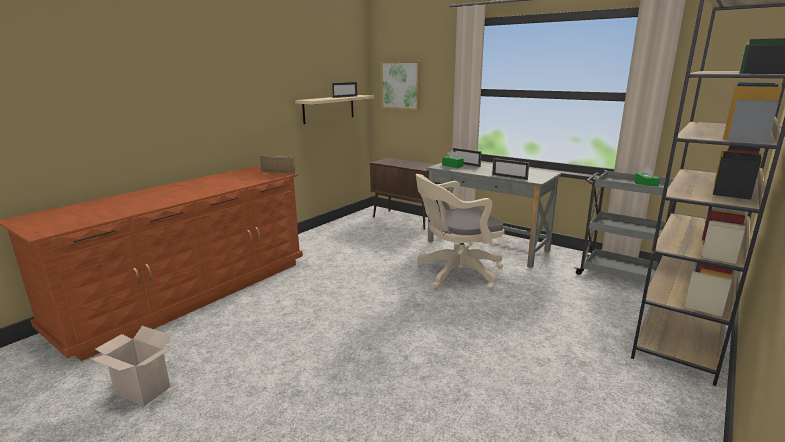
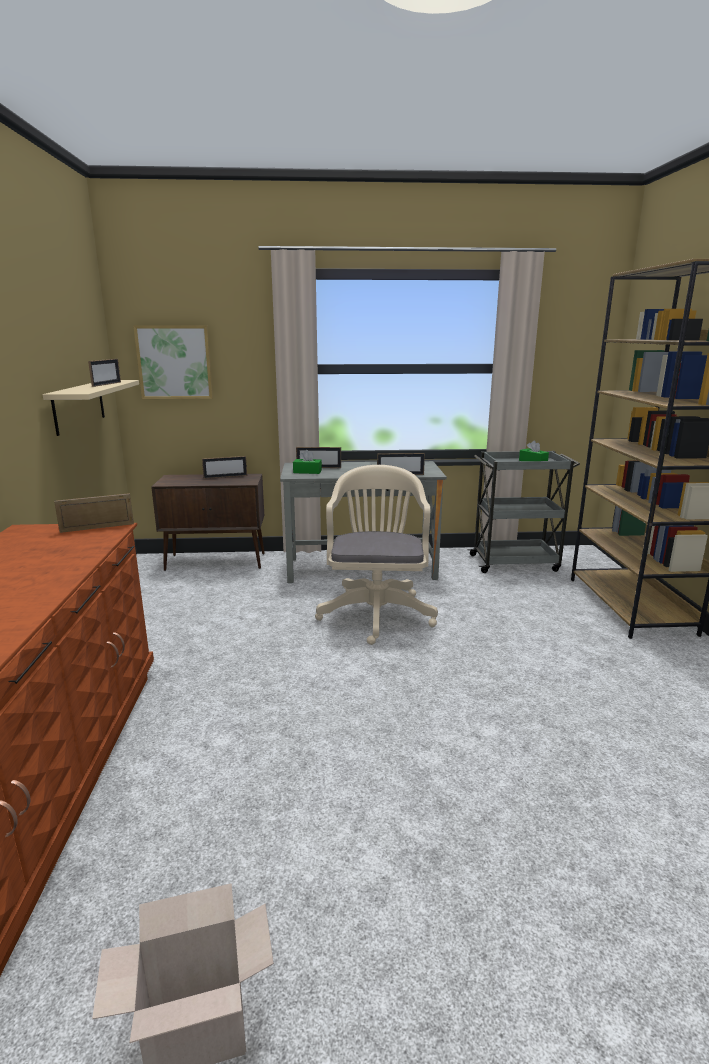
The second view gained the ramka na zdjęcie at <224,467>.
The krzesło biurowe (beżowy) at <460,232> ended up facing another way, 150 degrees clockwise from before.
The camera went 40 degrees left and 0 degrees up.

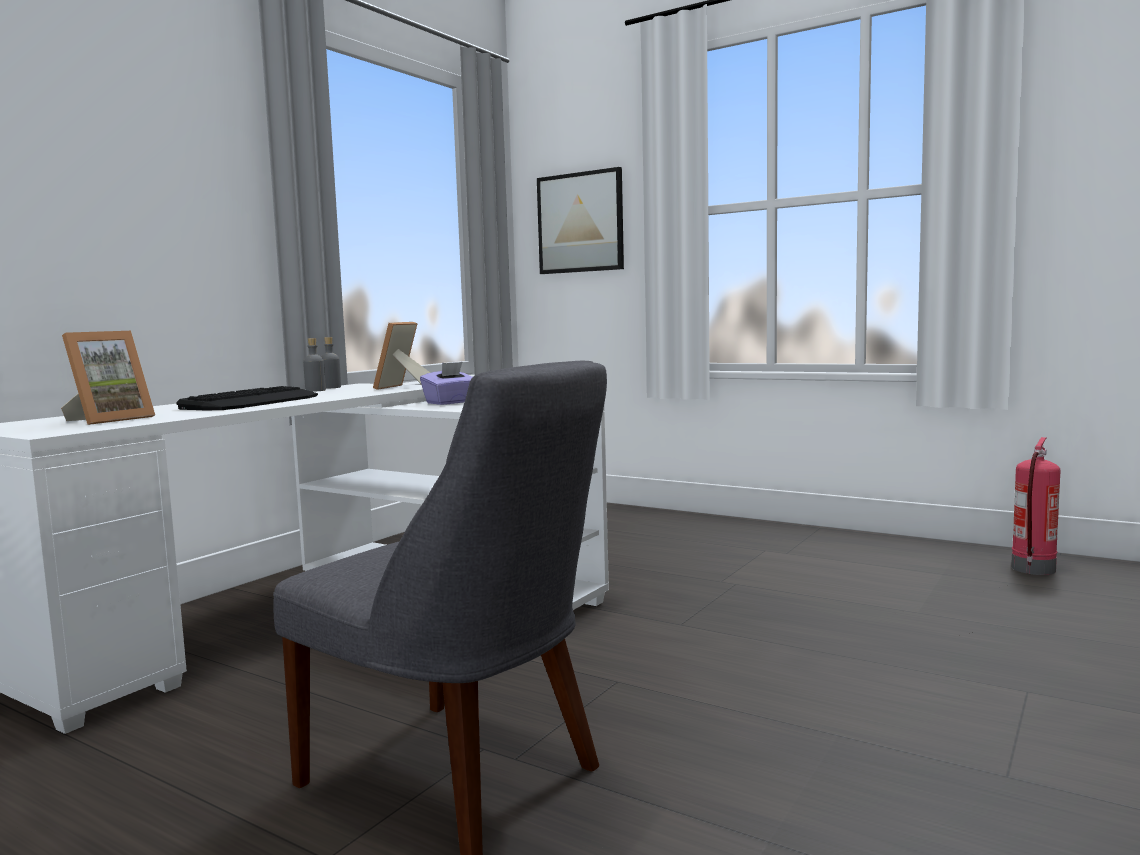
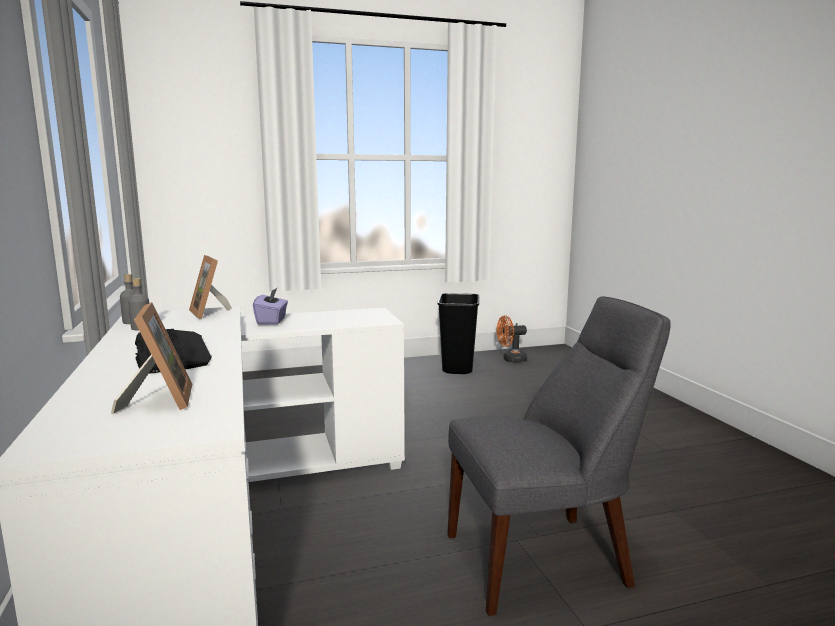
The second view gained the kosz na śmieci (czarny) at <458,333>.
Where the gaśnica stood at <1036,506>, the wentylator (pomarańczowy) came to stand at <511,339>.
The second view lost the obraz at <580,220>.
The camera went 50 degrees left and 5 degrees up.

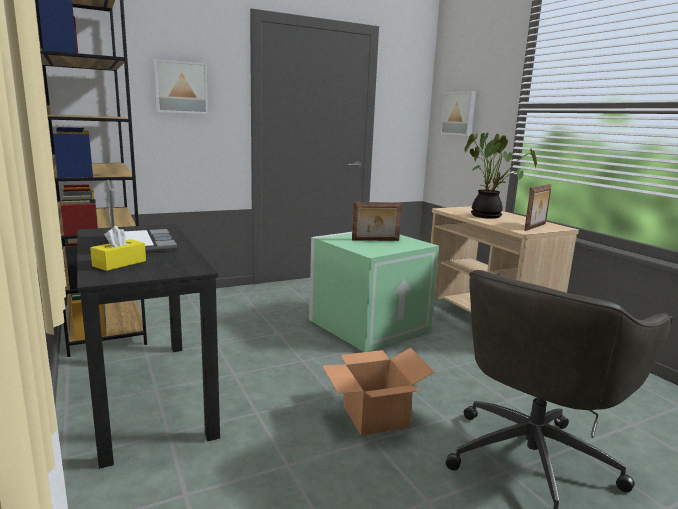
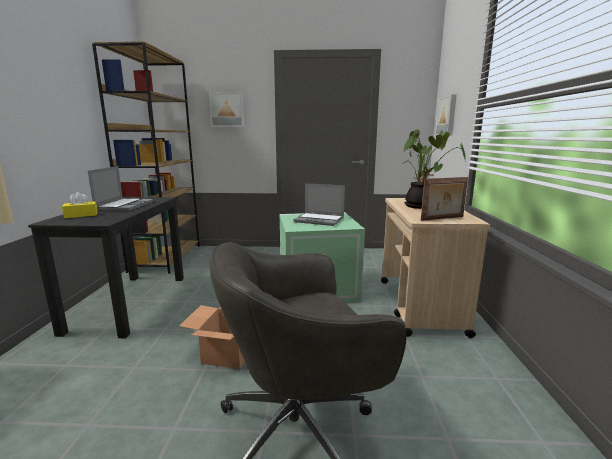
Where the ramka na zdjęcie stood at <377,221>, the laptop came to stand at <319,204>.
The camera went 30 degrees right and 0 degrees up.

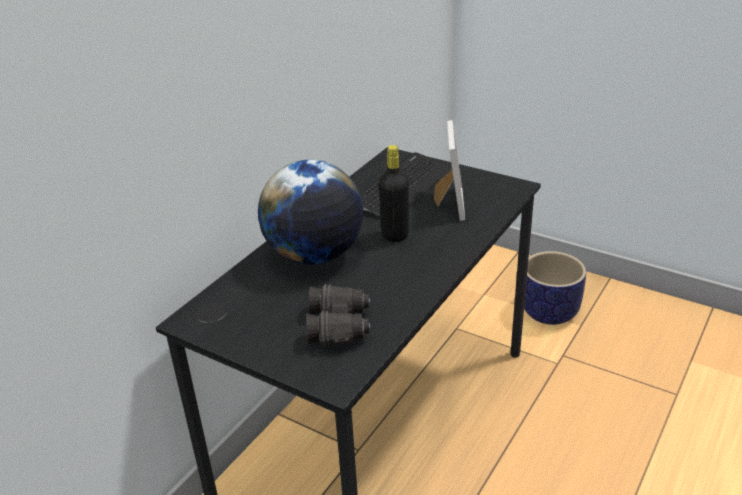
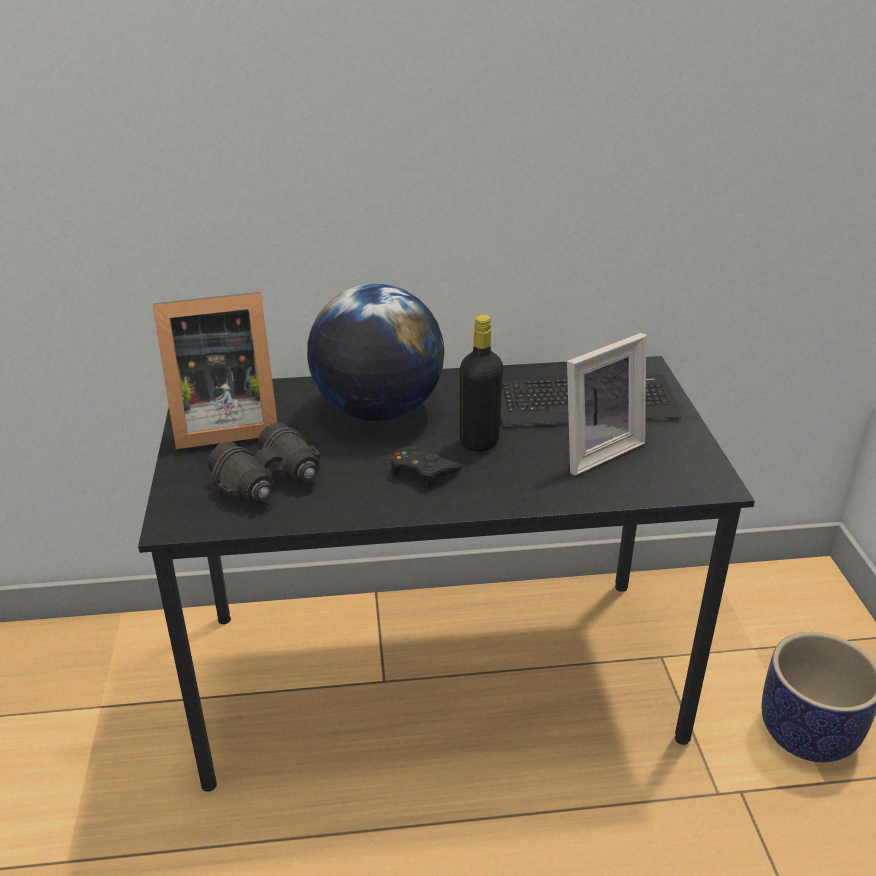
The second view gained the ramka na zdjęcie at <215,370>.
The second view gained the pad do gier (czarny) at <426,467>.
The camera went 50 degrees right and 0 degrees up.

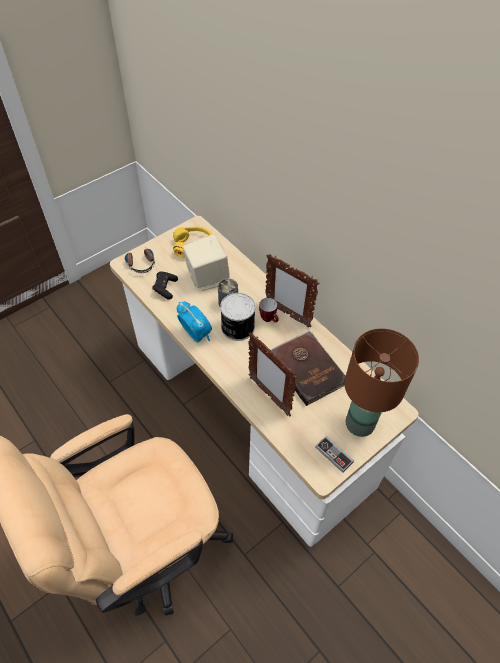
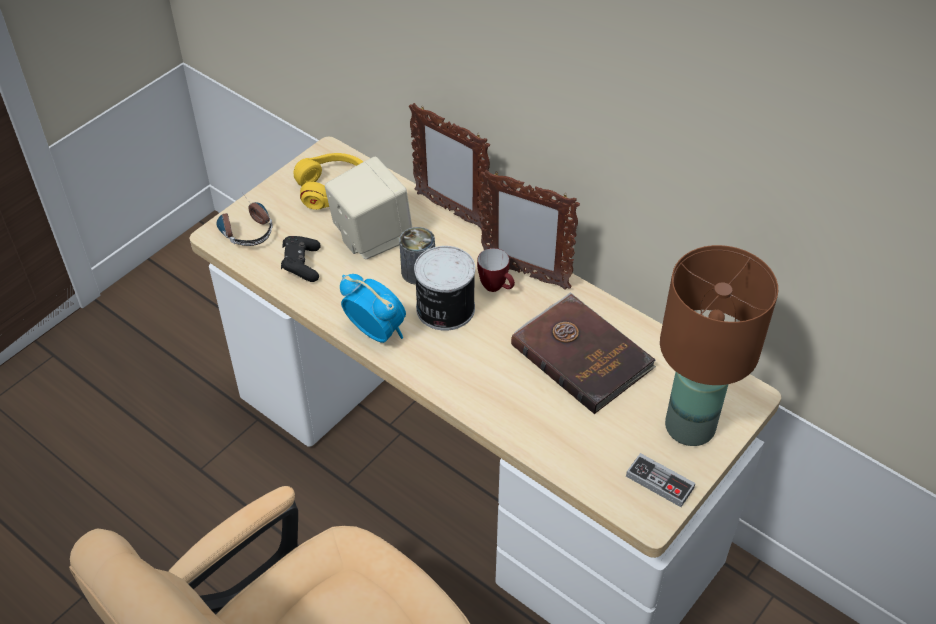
The ramka na zdjęcie ended up elsewhere, having gone from <272,374> to <449,165>.
The camera went 10 degrees left and 5 degrees down.

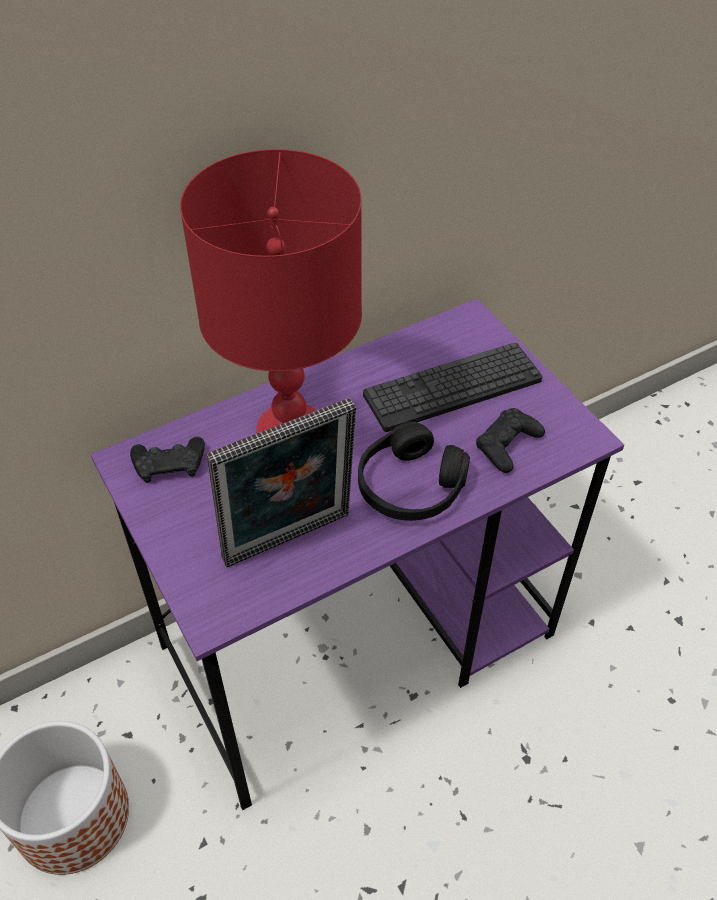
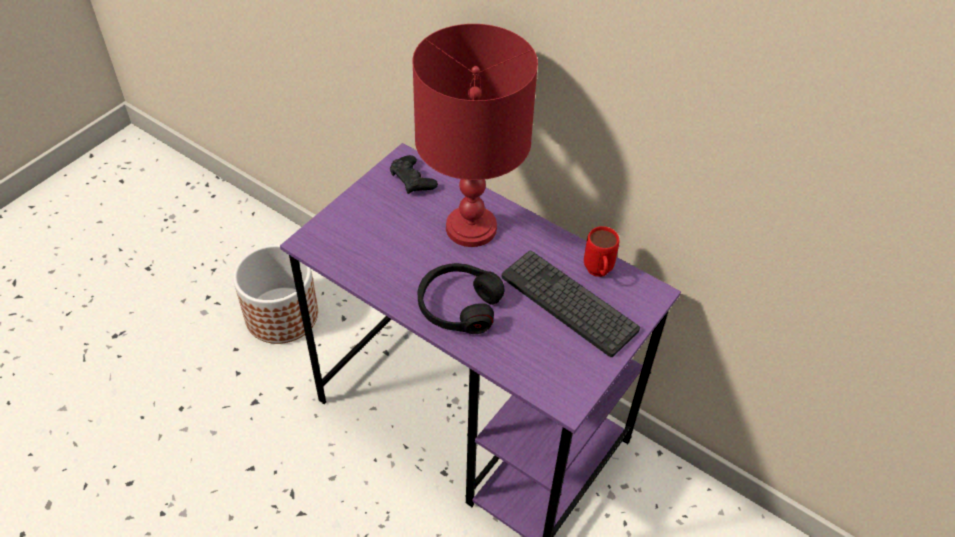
The second view gained the kubek (czerwony) at <601,251>.
The second view lost the ramka na zdjęcie at <281,482>.
The second view lost the pad do gier (czarny) at <510,440>.
The camera went 65 degrees right and 0 degrees up.

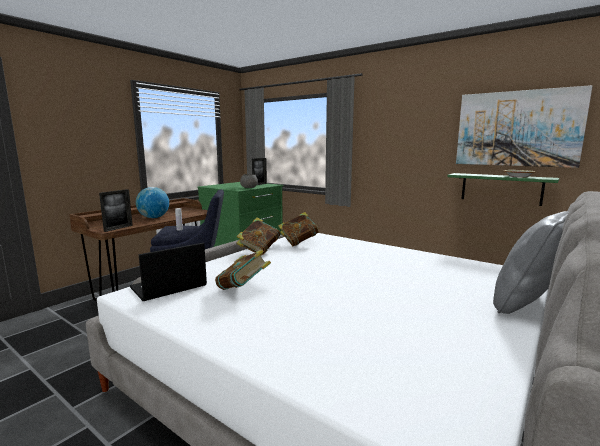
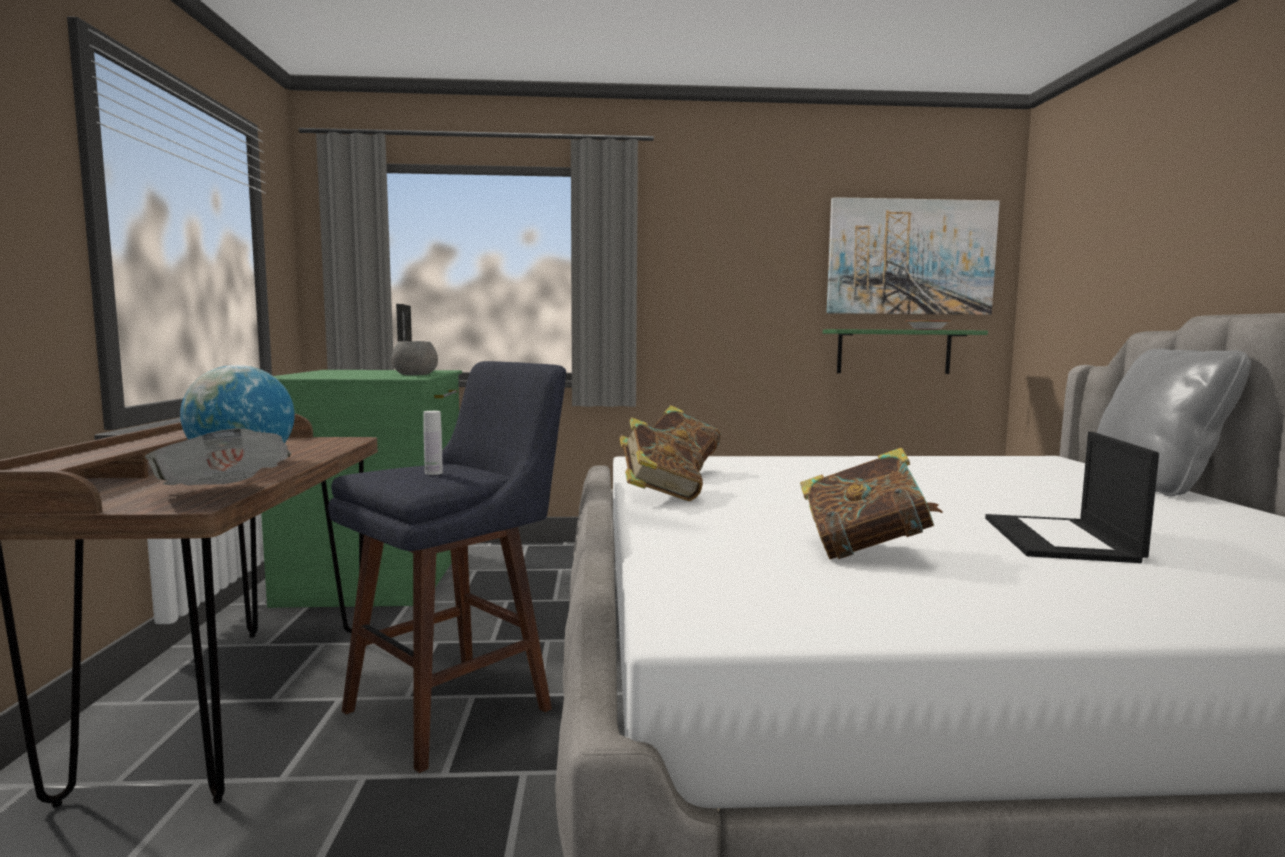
Where the ramka na zdjęcie stood at <116,210>, the gazeta came to stand at <218,457>.
The laptop ended up elsewhere, having gone from <168,272> to <1072,497>.
The camera went 40 degrees left and 5 degrees down.

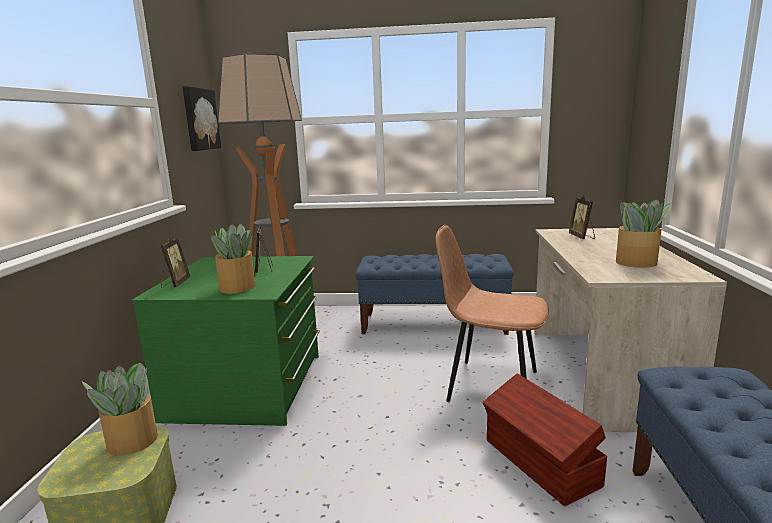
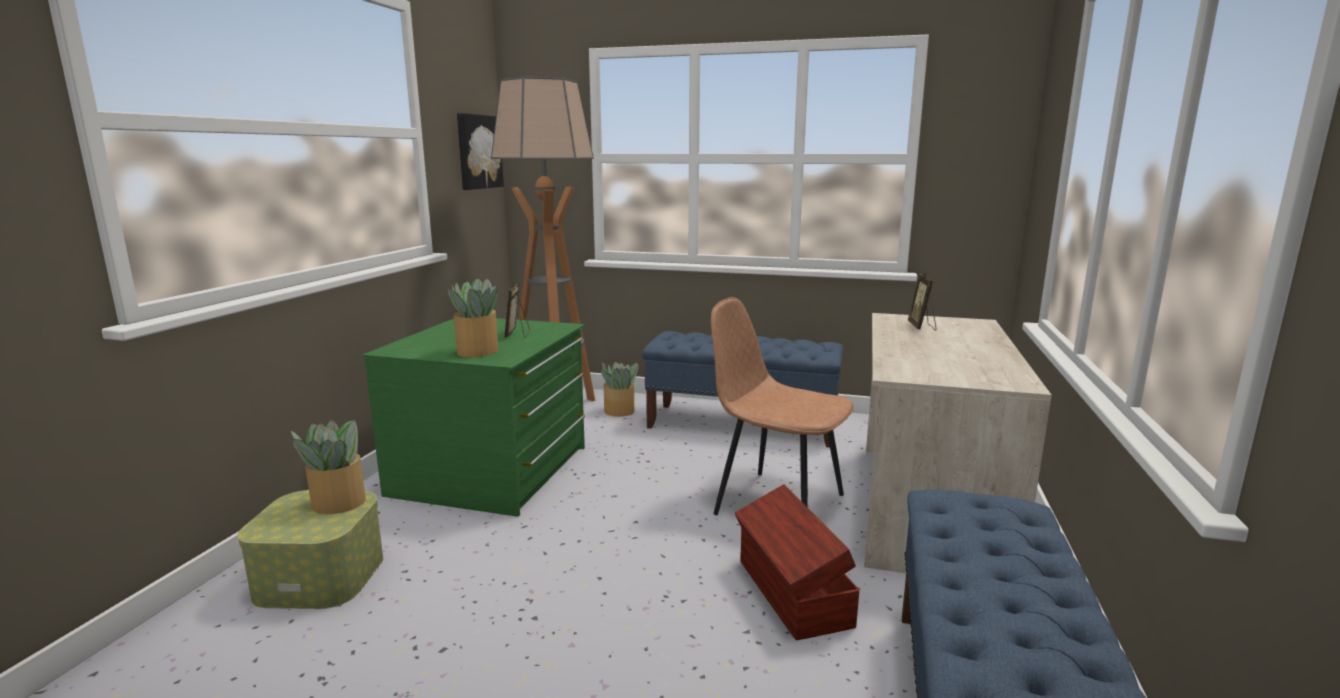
The roślina doniczkowa ended up elsewhere, having gone from <644,233> to <619,389>.
The second view lost the ramka na zdjęcie at <175,262>.
The camera went 10 degrees right and 0 degrees up.

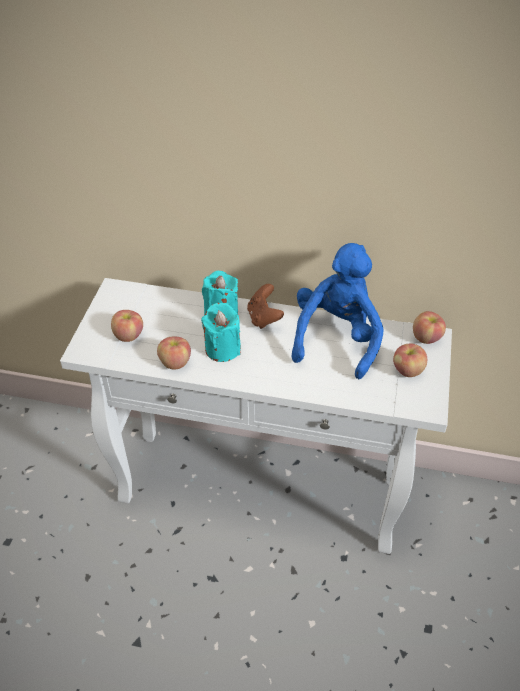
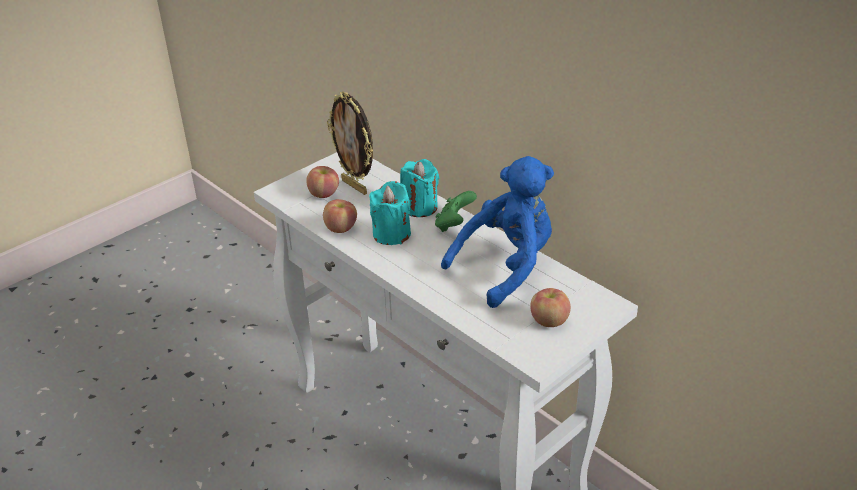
The second view gained the ramka na zdjęcie at <350,143>.
What was the pad do gier (brązowy) at <265,306> turned into the pad do gier (zielony) at <456,211>.
The second view lost the jabłko at <429,327>.
The camera went 35 degrees right and 10 degrees down.

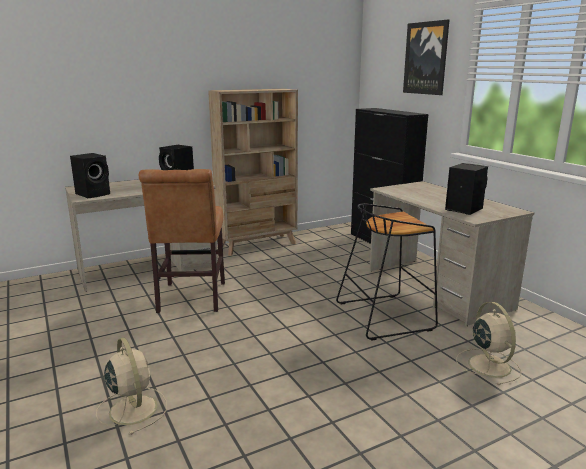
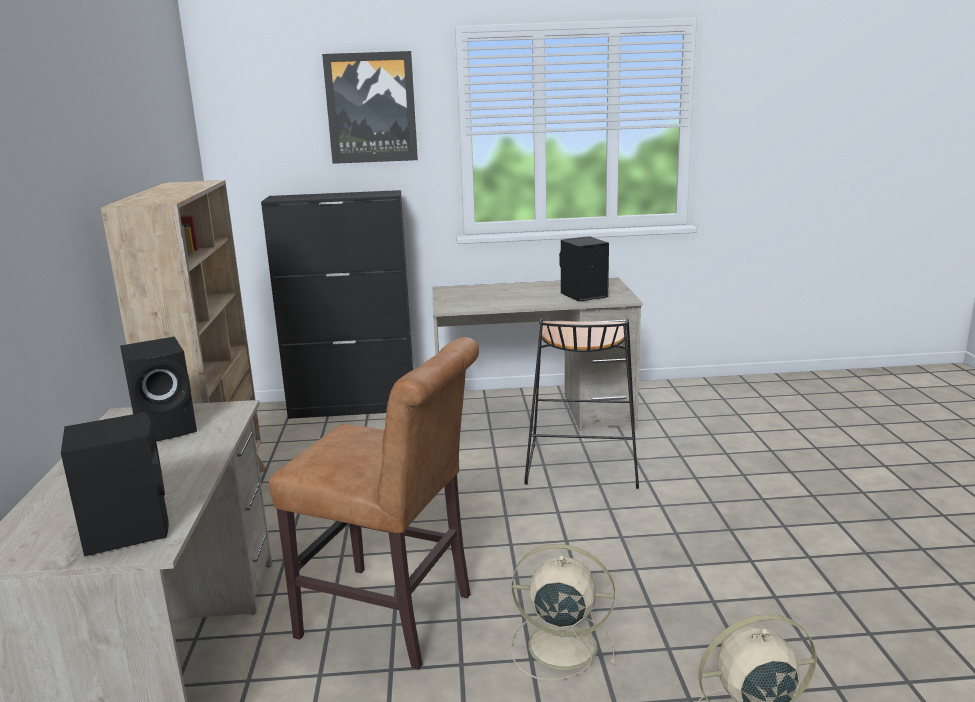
The wentylator (beżowy) ended up elsewhere, having gone from <489,343> to <562,612>.
The camera went 65 degrees left and 0 degrees up.

